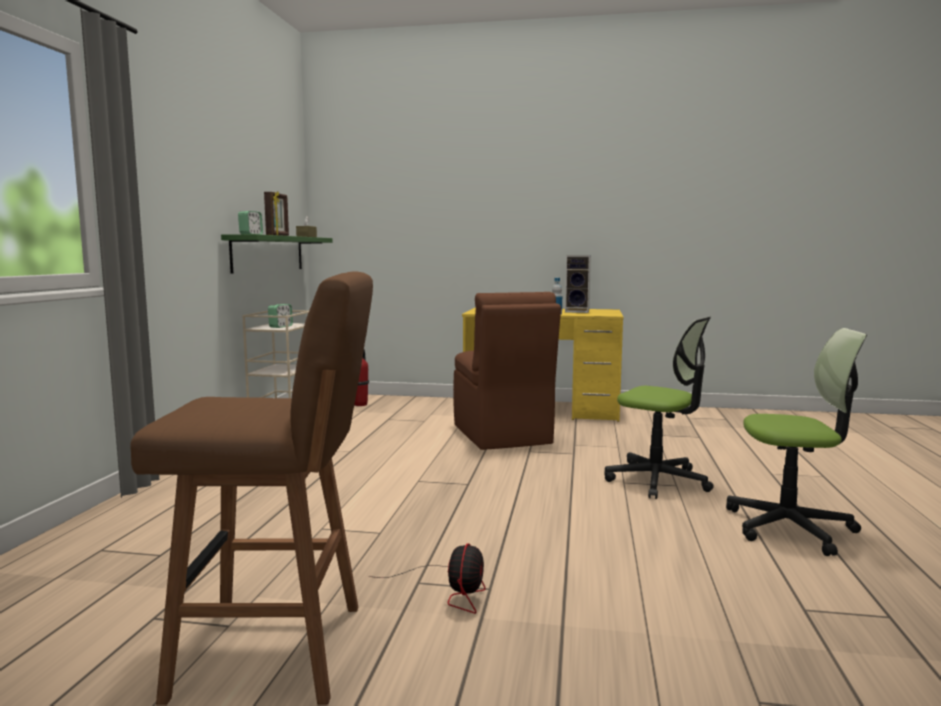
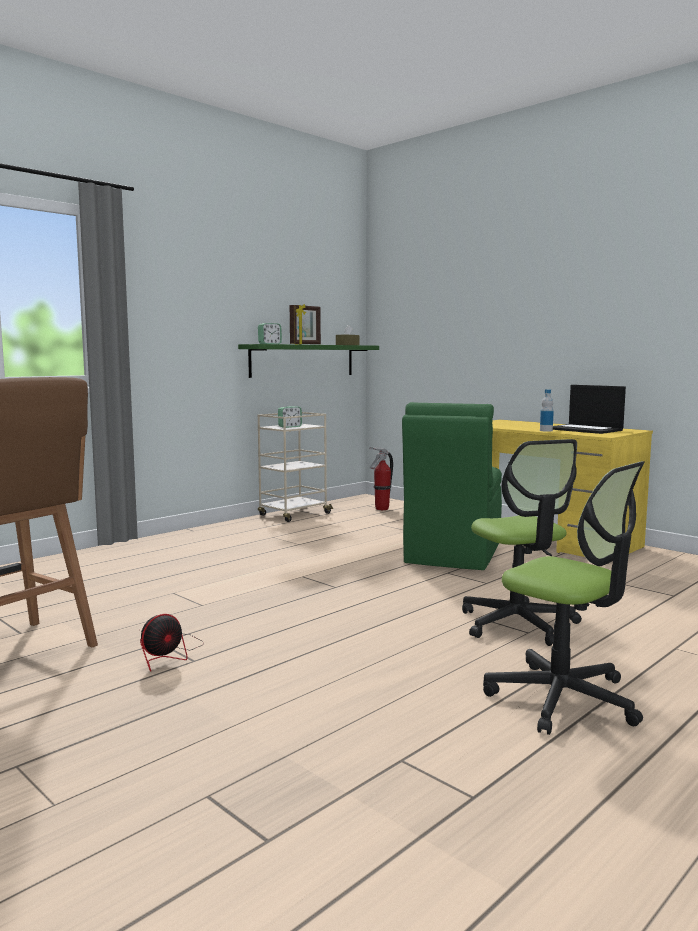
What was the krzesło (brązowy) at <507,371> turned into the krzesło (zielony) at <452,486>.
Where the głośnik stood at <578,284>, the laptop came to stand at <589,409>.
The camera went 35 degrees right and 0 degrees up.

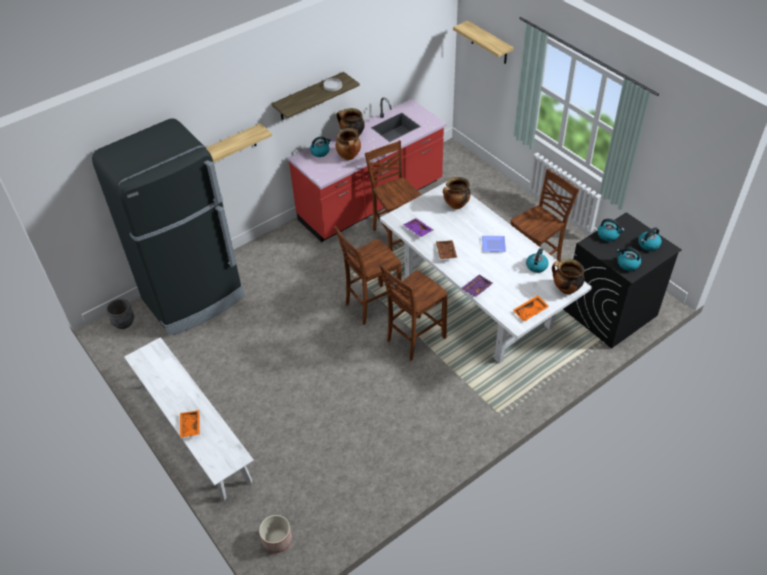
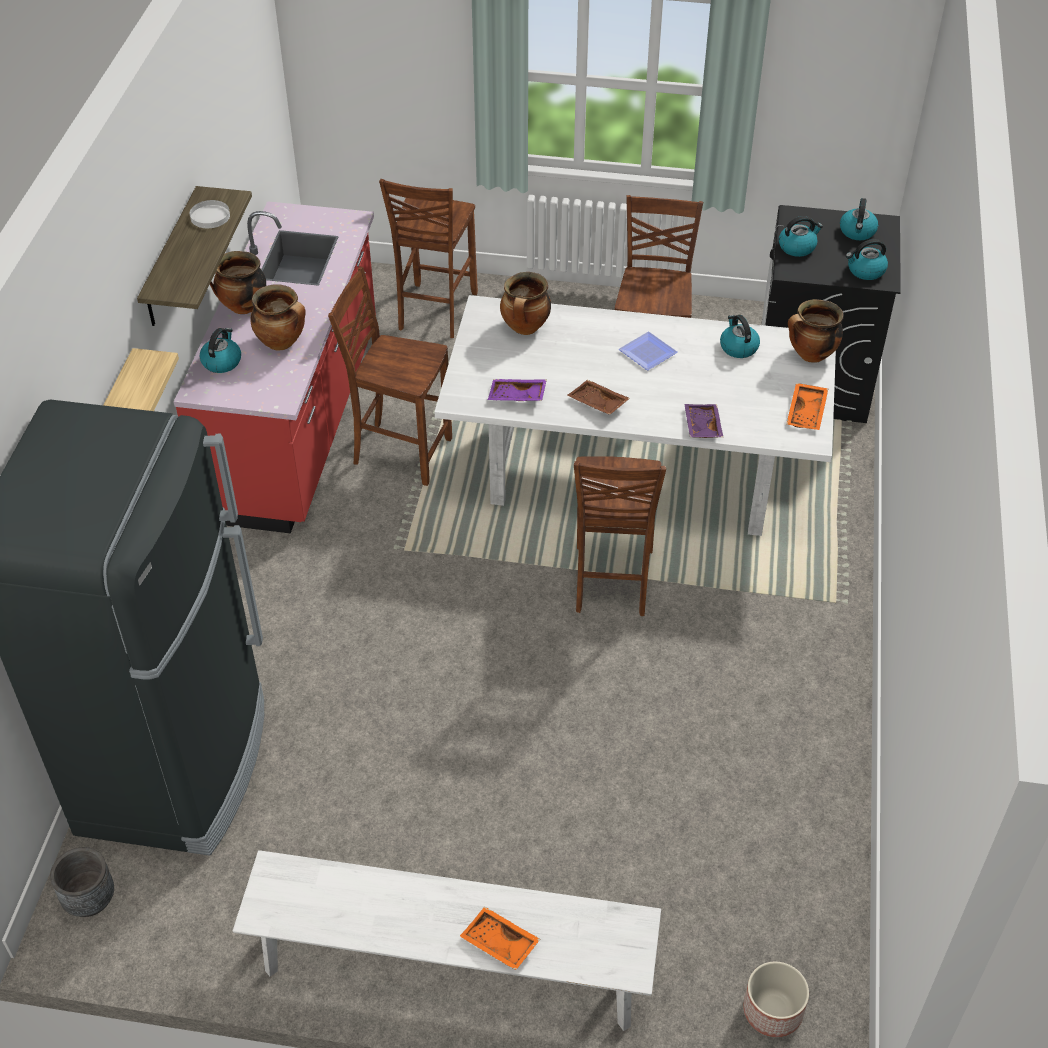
The krzesło (brązowy) ended up elsewhere, having gone from <368,275> to <428,258>.
The second view lost the półka at <483,42>.
The camera went 45 degrees left and 0 degrees up.

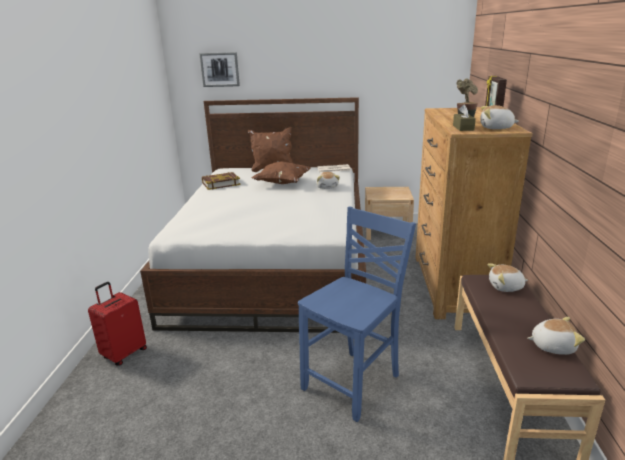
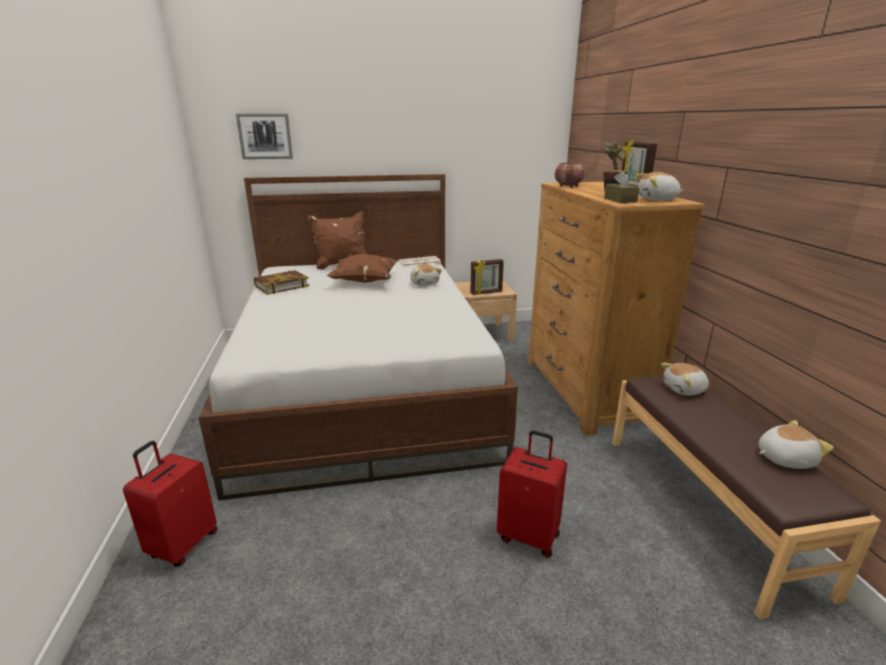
The second view gained the ramka na zdjęcie at <487,277>.
Where the krzesło (niebieski) stood at <357,314>, the walizka (czerwony) came to stand at <532,494>.
The second view gained the miska at <569,175>.
The camera went 15 degrees left and 0 degrees up.

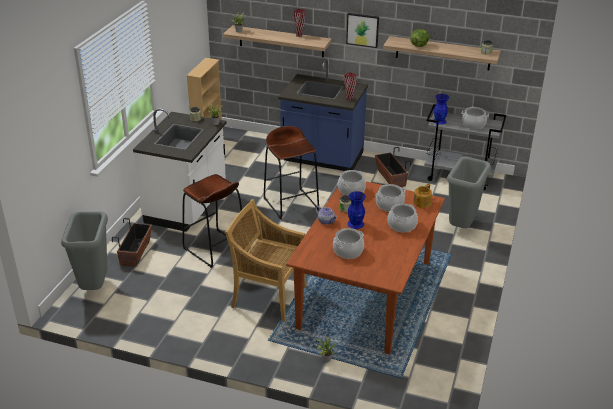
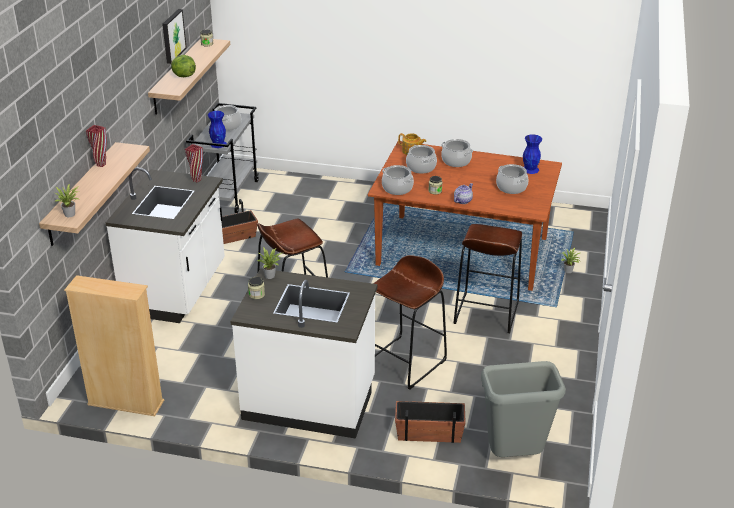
What was the zabudowa kuchenna (niebieski) at <323,115> turned into the zabudowa kuchenna (biały) at <165,245>.
The obraz ended up elsewhere, having gone from <362,30> to <174,36>.
Where the krzesło (beżowy) stood at <266,260>, the stołek (brązowy) came to stand at <488,278>.
The wazon (niebieski) ended up elsewhere, having gone from <357,210> to <532,154>.
The second view lost the kosz na śmieci (szary) at <469,192>.
The camera went 95 degrees left and 0 degrees up.

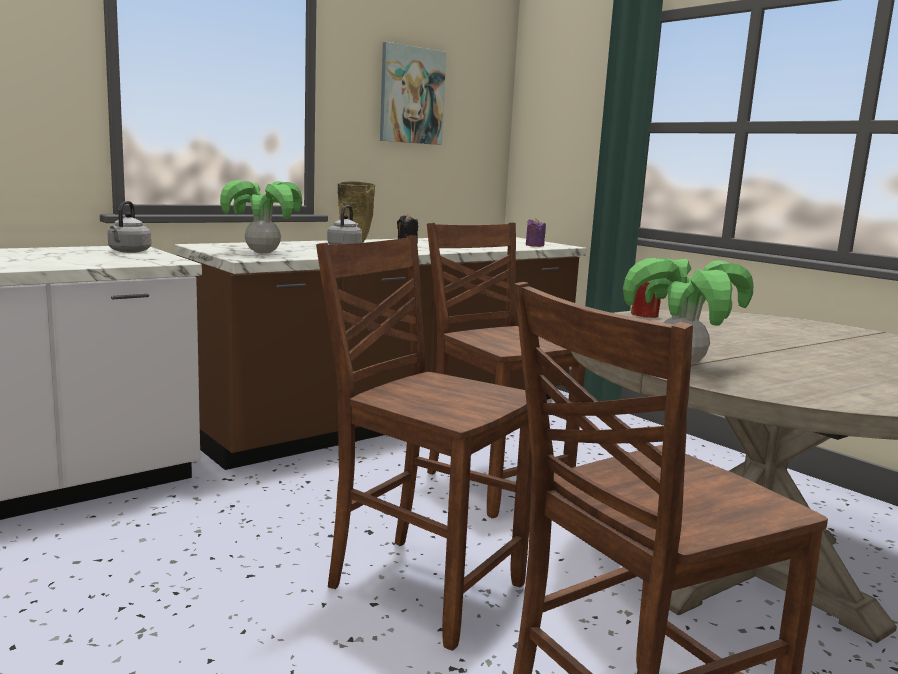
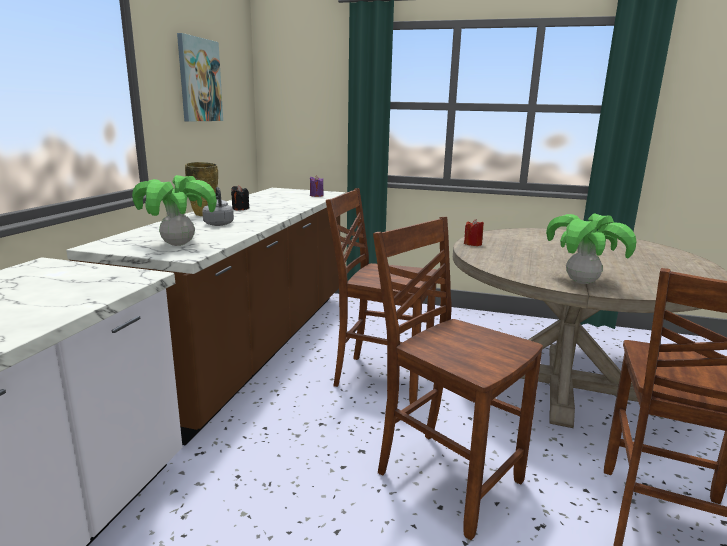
The krzesło (brązowy) at <423,443> ended up facing another way, 45 degrees clockwise from before.
The second view lost the czajnik (szary) at <129,227>.
The camera went 35 degrees left and 5 degrees up.

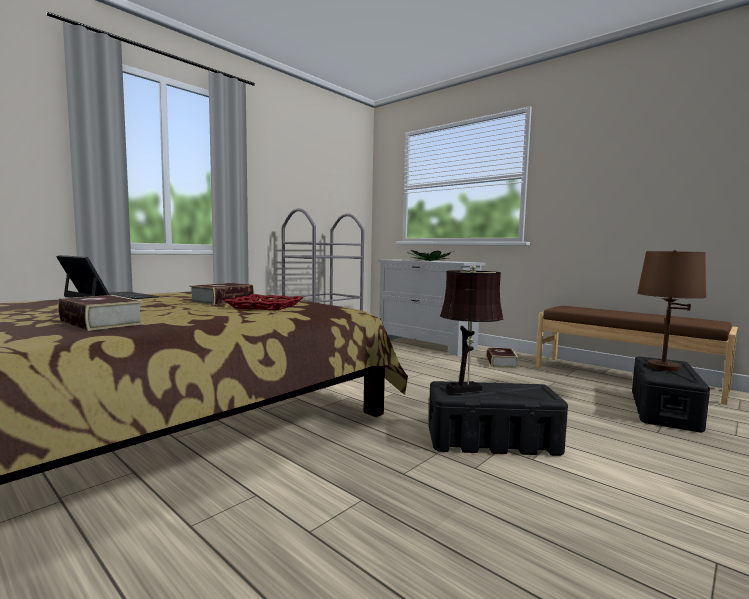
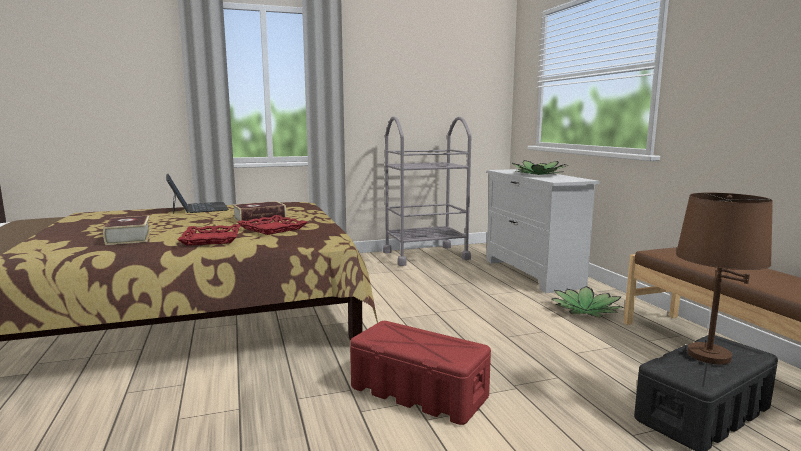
The second view gained the taca (czerwony) at <209,235>.
What was the pojemnik do przechowywania (czarny) at <498,418> turned into the pojemnik do przechowywania (czerwony) at <420,373>.
Where the książka stood at <502,358>, the roślina doniczkowa came to stand at <588,302>.
The second view lost the lampa stołowa (brązowy) at <471,329>.
The camera went 30 degrees right and 5 degrees up.

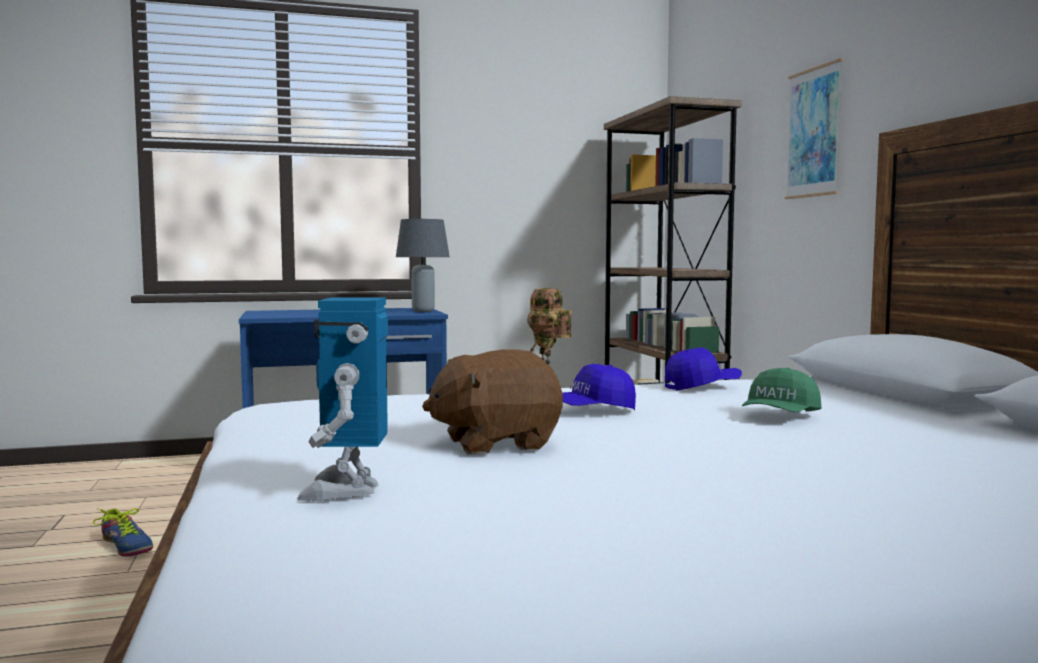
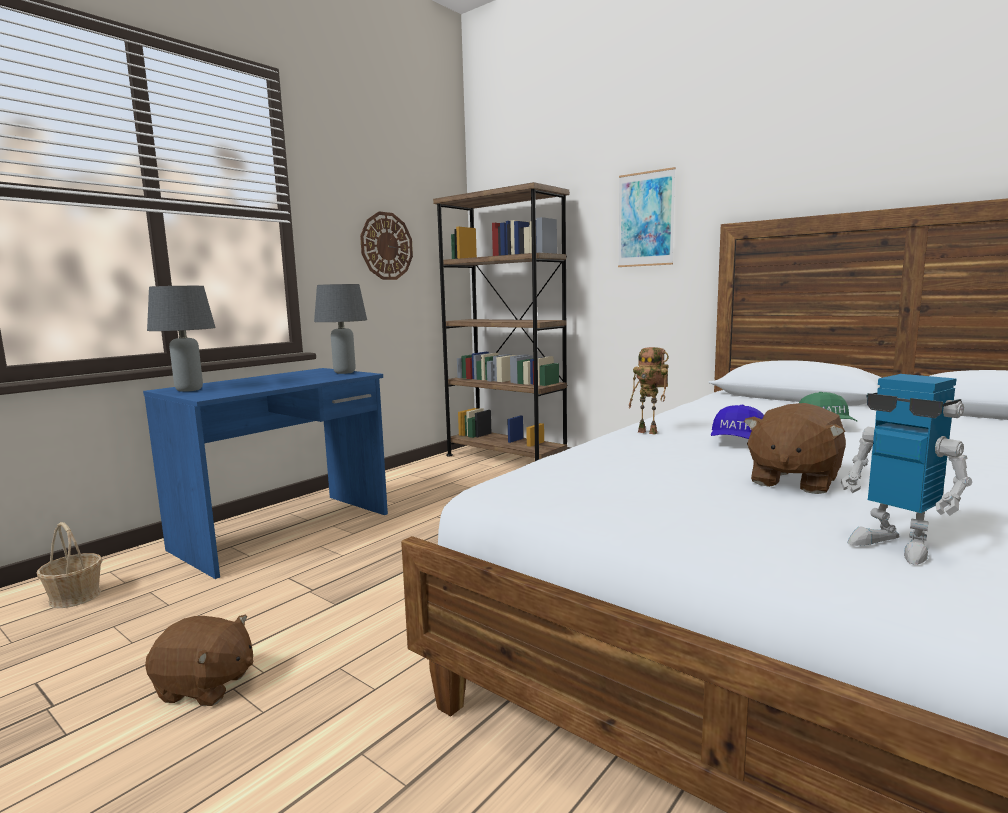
The second view gained the koszyk at <69,565>.
Where the but stood at <123,532>, the pluszak (brązowy) came to stand at <199,660>.
The second view gained the lampa stołowa (szary) at <181,339>.
The second view gained the zegar ścienny at <386,246>.
The second view lost the czapka z daszkiem (niebieski) at <703,369>.
The camera went 35 degrees left and 5 degrees up.

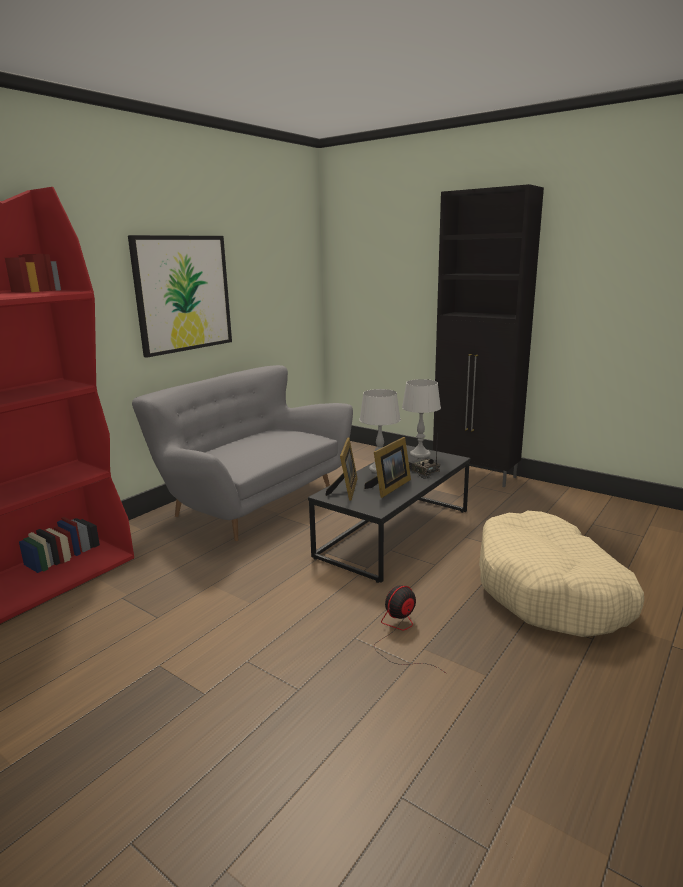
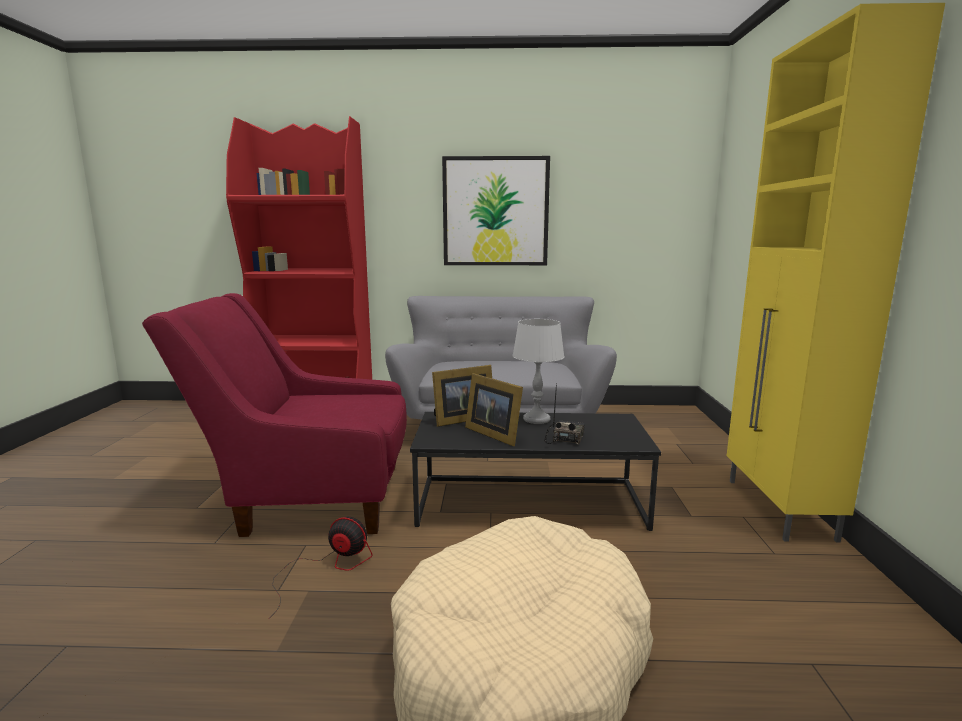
The second view gained the fotel (czerwony) at <274,415>.
The ramka na zdjęcie at <387,467> ended up facing another way, 45 degrees clockwise from before.
What was the szafka (czarny) at <488,335> turned into the szafka (żółty) at <836,273>.
The second view lost the lampa stołowa (szary) at <421,418>.
The camera went 55 degrees right and 5 degrees down.

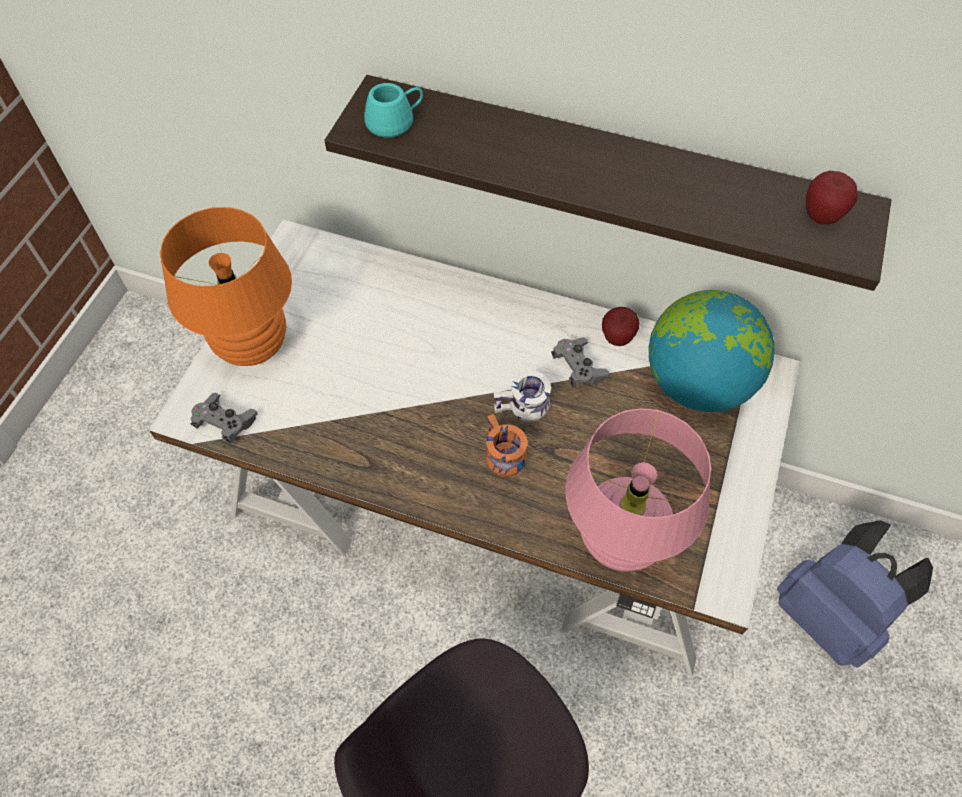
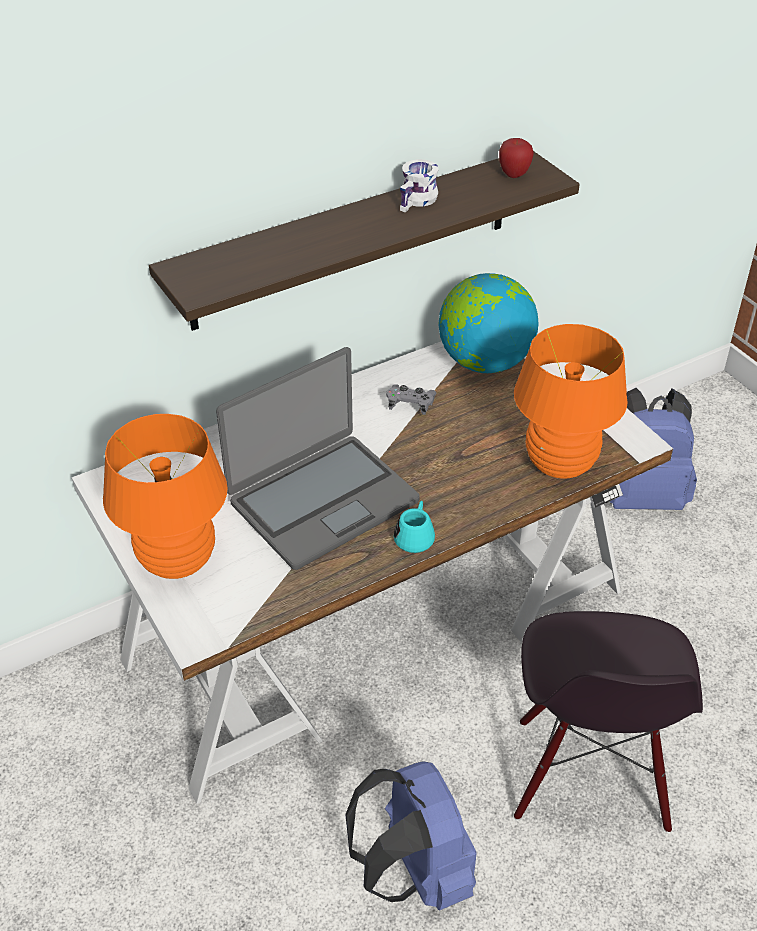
The second view gained the laptop at <318,458>.
The second view gained the plecak (niebieski) at <411,836>.
The kubek (turkusowy) ended up elsewhere, having gone from <393,110> to <414,527>.
The kubek (biały) ended up elsewhere, having gone from <522,396> to <419,185>.
What was the lampa stołowa (różowy) at <638,489> turned into the lampa stołowa (pomarańczowy) at <571,401>.
The second view lost the pad do gier (szary) at <224,418>.
The second view lost the kubek (pomarańczowy) at <506,445>.
The second view lost the jabłko at <621,326>.
The camera went 50 degrees left and 15 degrees down.

